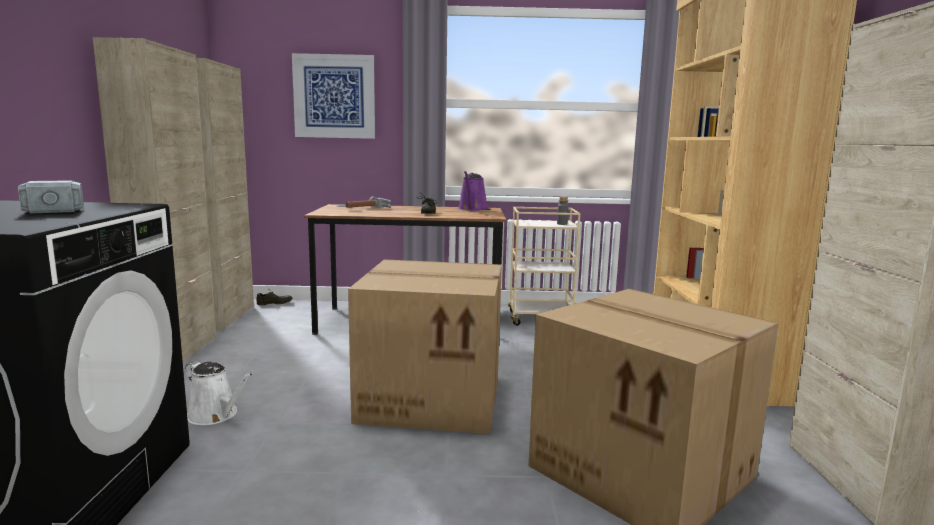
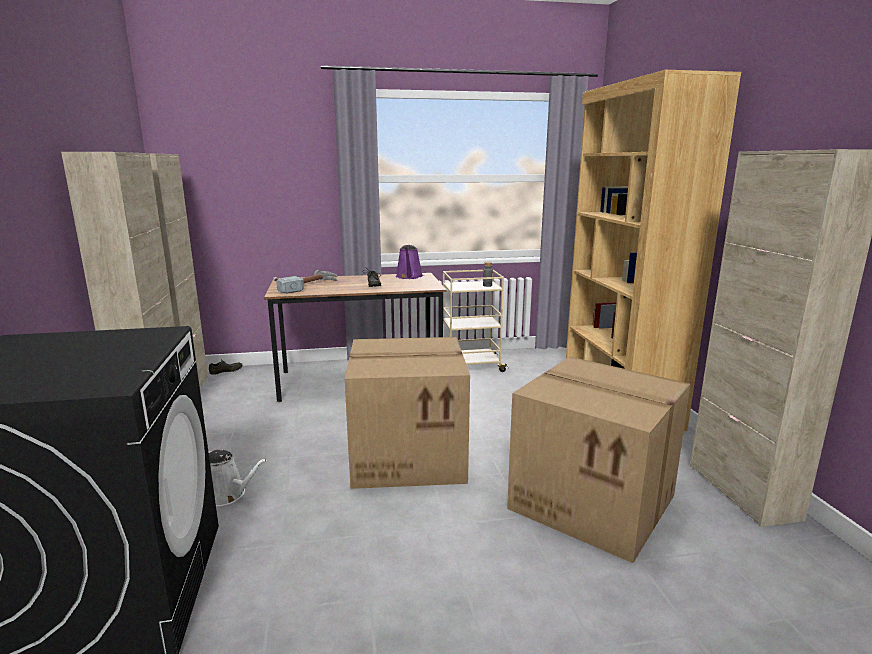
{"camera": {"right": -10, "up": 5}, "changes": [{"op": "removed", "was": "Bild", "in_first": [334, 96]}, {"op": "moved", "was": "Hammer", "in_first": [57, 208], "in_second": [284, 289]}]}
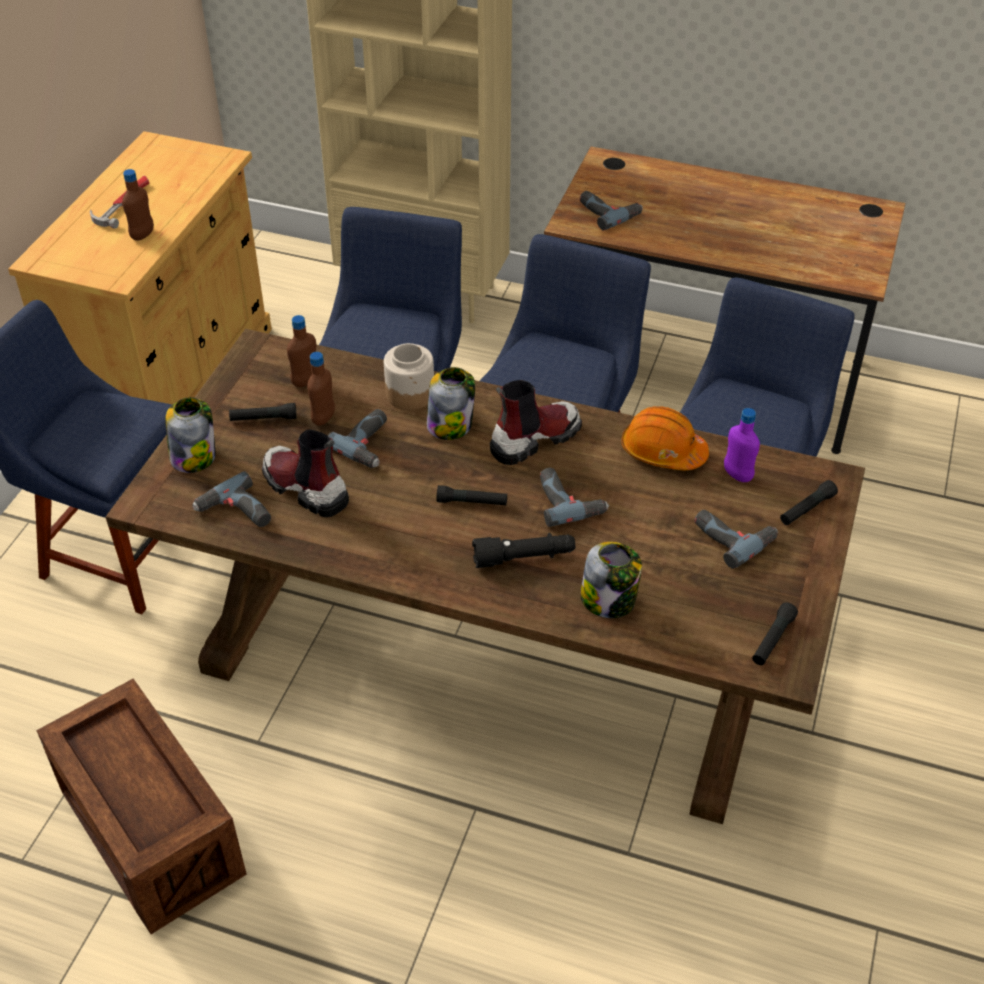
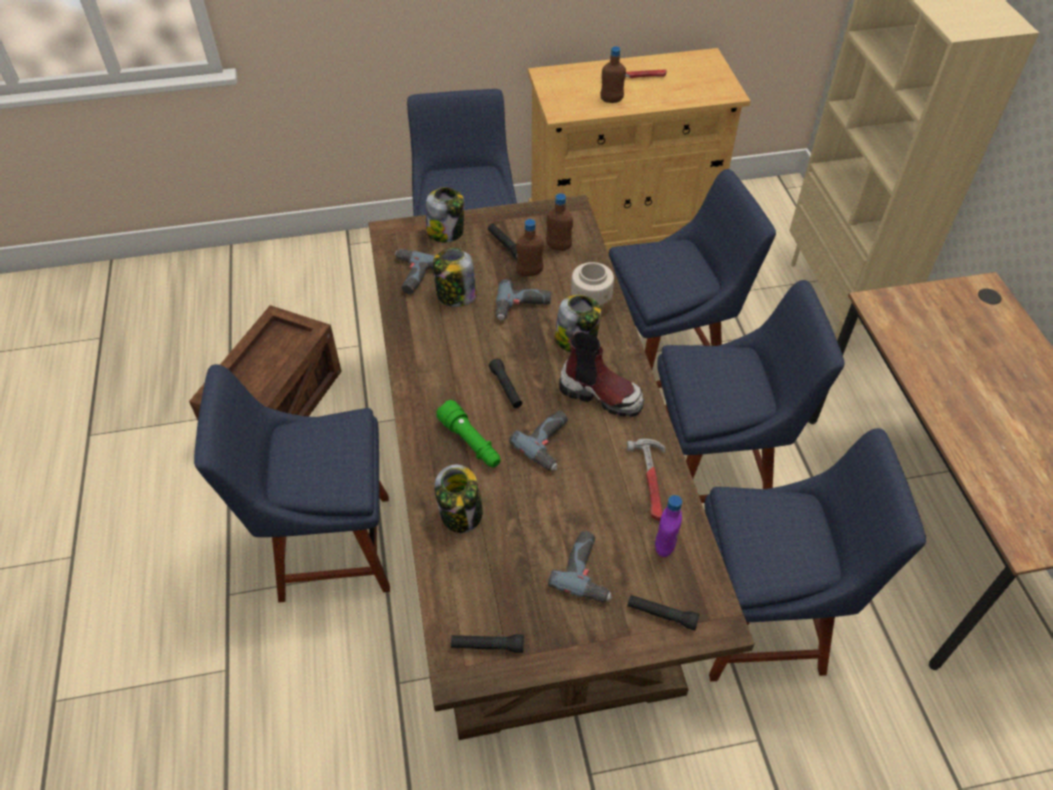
{"camera": {"right": 60, "up": 5}, "changes": [{"op": "removed", "was": "Bohrmaschine", "in_first": [608, 212]}, {"op": "added", "now": "Stuhl [blau]", "in_second": [327, 547]}, {"op": "replaced", "was": "Stiefel", "now": "Vorratsglas", "in_first": [304, 488], "in_second": [455, 296]}, {"op": "replaced", "was": "Schutzhelm [orange]", "now": "Hammer", "in_first": [662, 451], "in_second": [651, 481]}, {"op": "recoloured", "was": "Taschenlampe [schwarz]", "now": "Taschenlampe [grün]", "in_first": [524, 558], "in_second": [471, 443]}]}
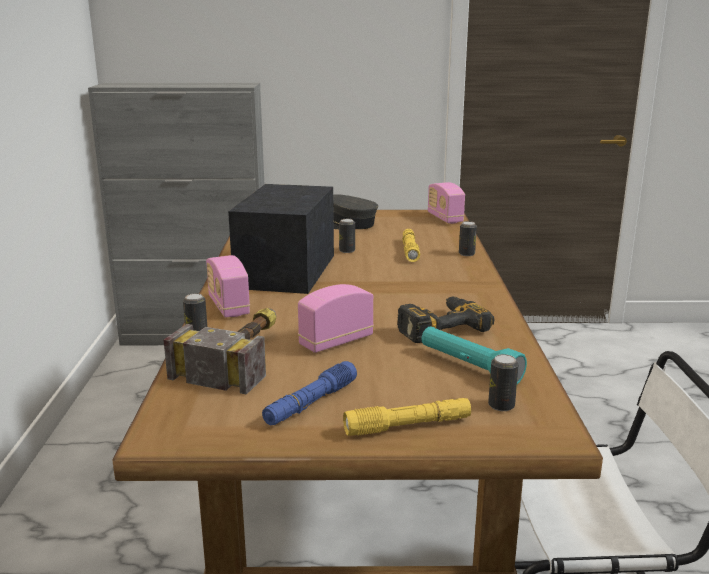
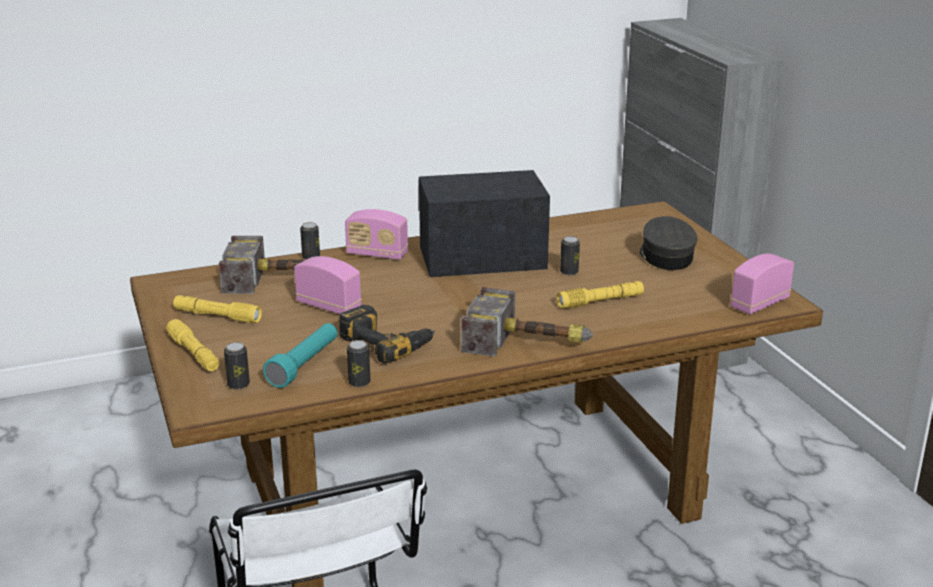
{"camera": {"right": 70, "up": 5}, "changes": [{"op": "added", "now": "Hammer", "in_second": [531, 343]}, {"op": "moved", "was": "Dose", "in_first": [466, 254], "in_second": [359, 382]}, {"op": "recoloured", "was": "Taschenlampe [blau]", "now": "Taschenlampe [gelb]", "in_first": [311, 403], "in_second": [217, 316]}, {"op": "turned", "was": "Radio", "in_first": [228, 307], "in_second": [377, 254], "clockwise": -120}]}
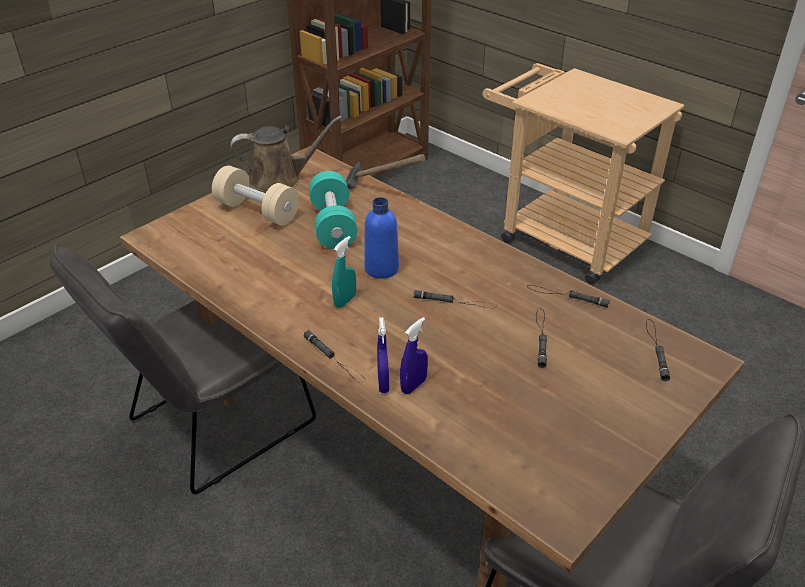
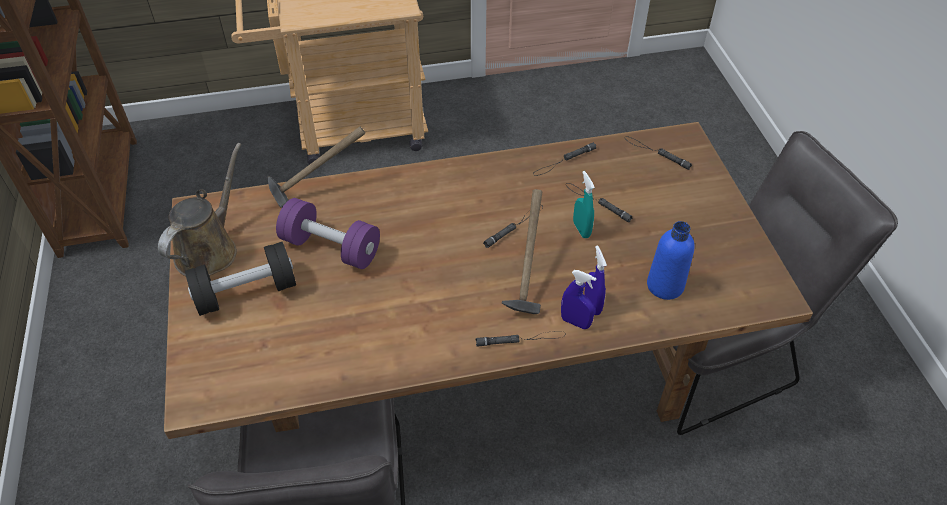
{"camera": {"right": -55, "up": 10}, "changes": [{"op": "added", "now": "Hammer", "in_second": [525, 280]}, {"op": "moved", "was": "Sprühflasche [türkis]", "in_first": [345, 301], "in_second": [581, 229]}, {"op": "moved", "was": "Flasche [blau]", "in_first": [381, 268], "in_second": [665, 285]}, {"op": "recoloured", "was": "Hantel [beige]", "now": "Hantel [schwarz]", "in_first": [257, 211], "in_second": [246, 292]}, {"op": "recoloured", "was": "Hantel [türkis]", "now": "Hantel [lila]", "in_first": [333, 225], "in_second": [331, 248]}]}
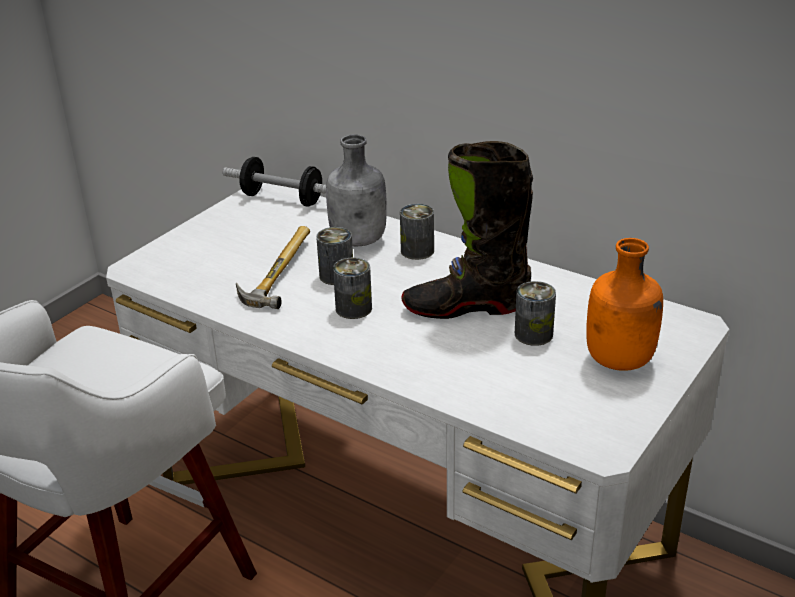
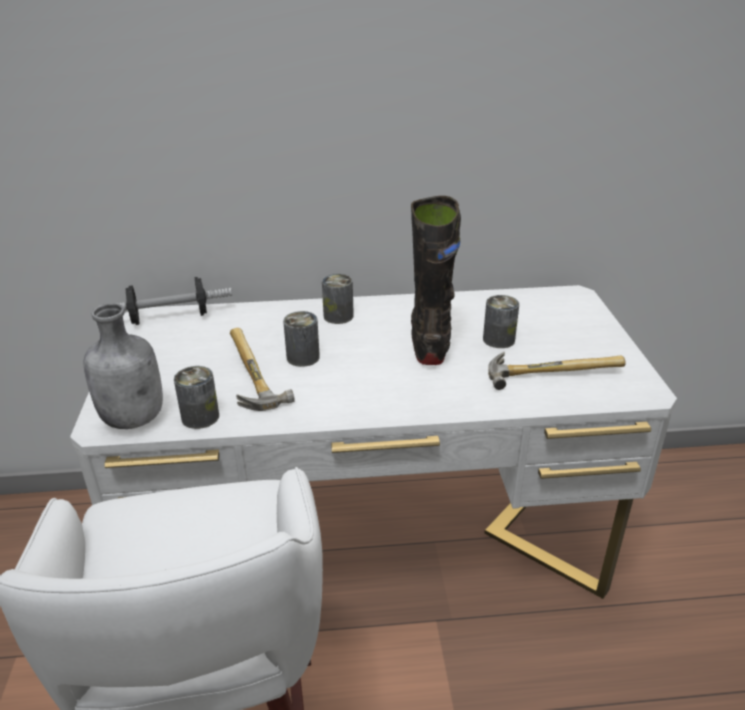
{"camera": {"right": -40, "up": 0}, "changes": [{"op": "removed", "was": "Flasche [orange]", "in_first": [620, 361]}, {"op": "added", "now": "Hammer", "in_second": [551, 370]}, {"op": "moved", "was": "Flasche [grau]", "in_first": [360, 240], "in_second": [135, 418]}, {"op": "moved", "was": "Dose", "in_first": [353, 308], "in_second": [200, 417]}, {"op": "turned", "was": "Stiefel [schwarz]", "in_first": [466, 307], "in_second": [430, 340], "clockwise": 135}]}
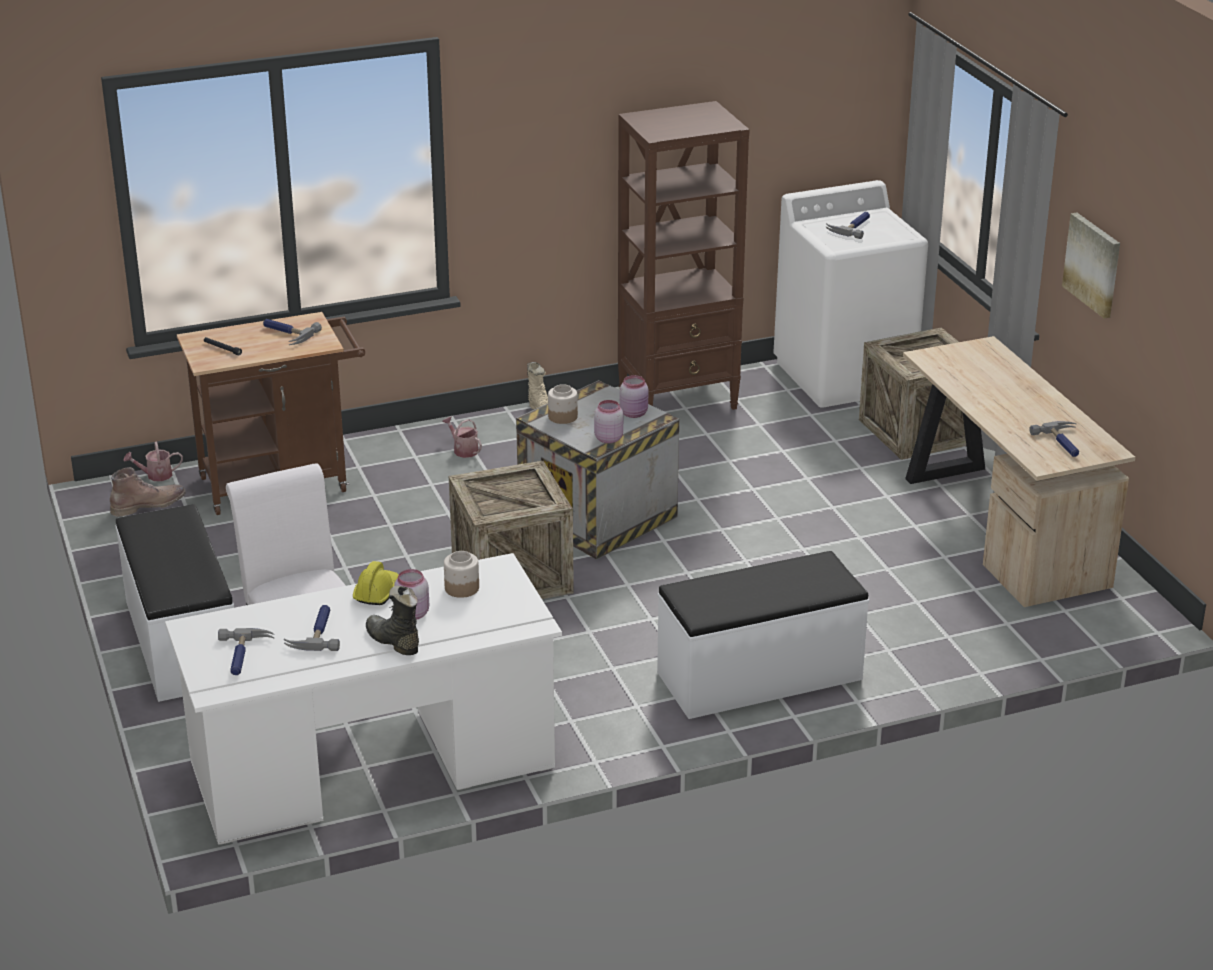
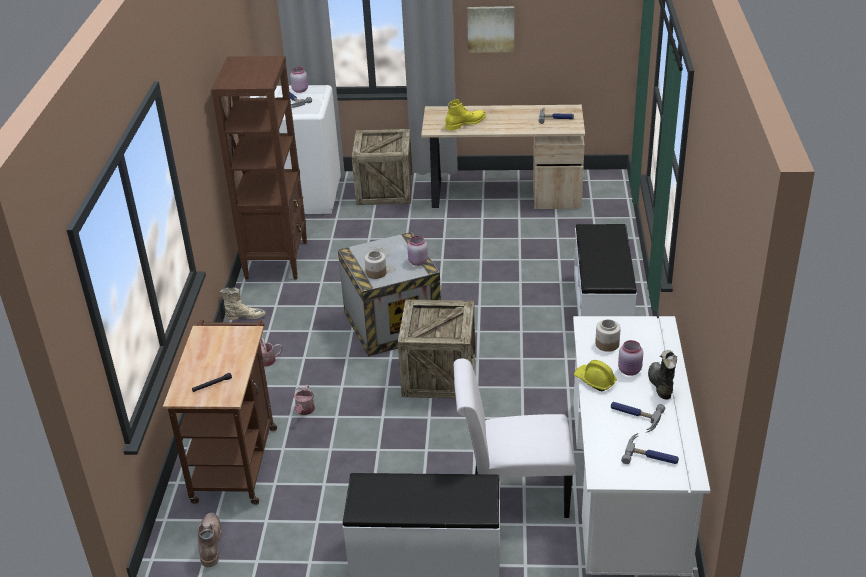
{"camera": {"right": -65, "up": 5}, "changes": [{"op": "removed", "was": "Hammer", "in_first": [286, 334]}, {"op": "added", "now": "Stiefel [gelb]", "in_second": [465, 123]}, {"op": "moved", "was": "Gießkanne", "in_first": [155, 475], "in_second": [304, 410]}, {"op": "moved", "was": "Vorratsglas [rosa]", "in_first": [634, 413], "in_second": [300, 90]}, {"op": "turned", "was": "Stiefel [schwarz]", "in_first": [392, 641], "in_second": [660, 384], "clockwise": 105}]}
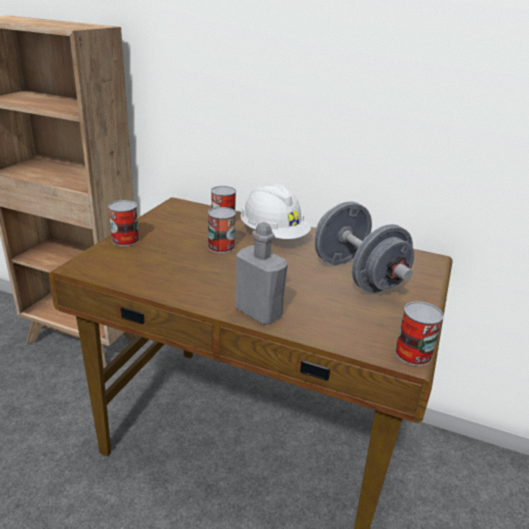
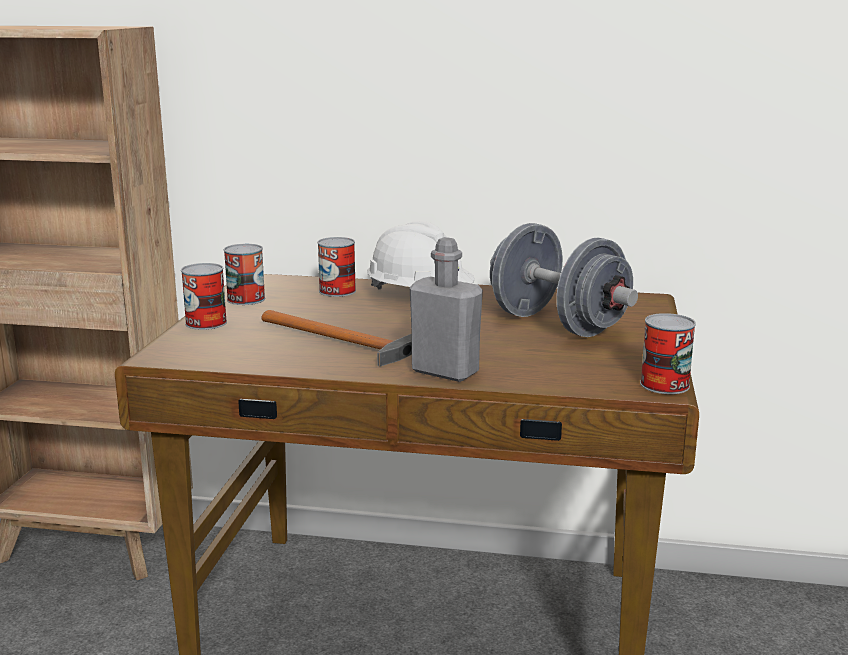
{"camera": {"right": -10, "up": -10}, "changes": [{"op": "added", "now": "Hammer", "in_second": [341, 341]}, {"op": "moved", "was": "Dose", "in_first": [221, 246], "in_second": [246, 299]}]}
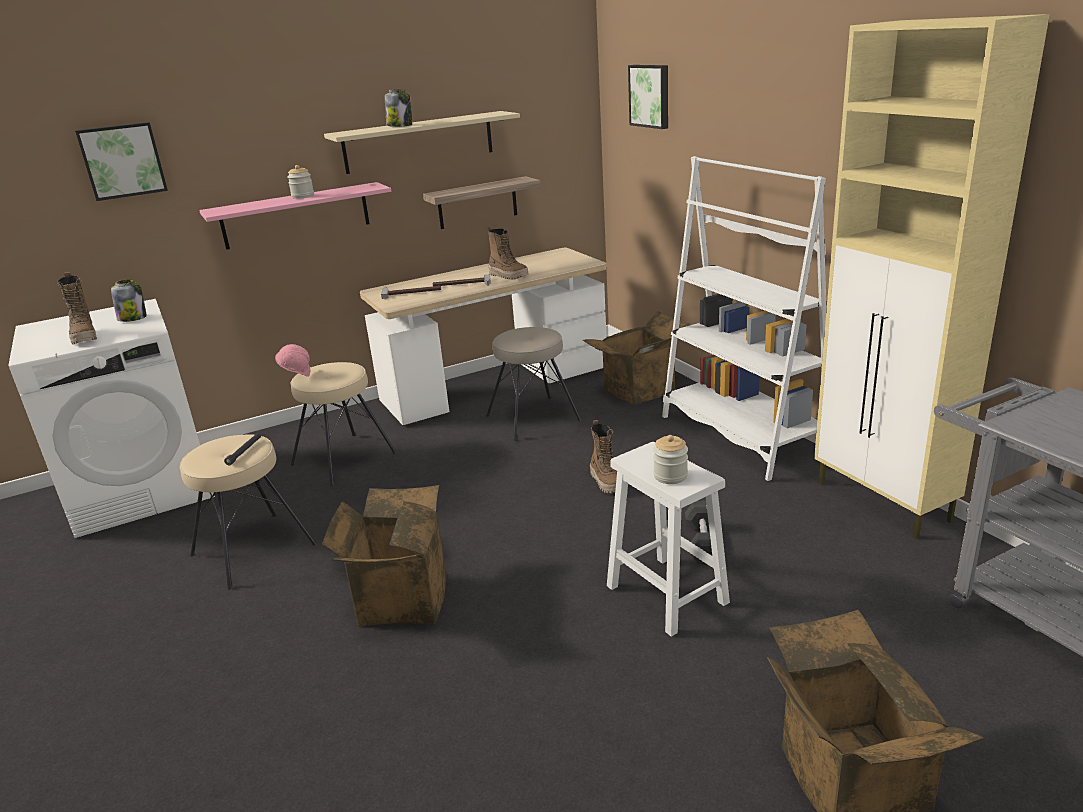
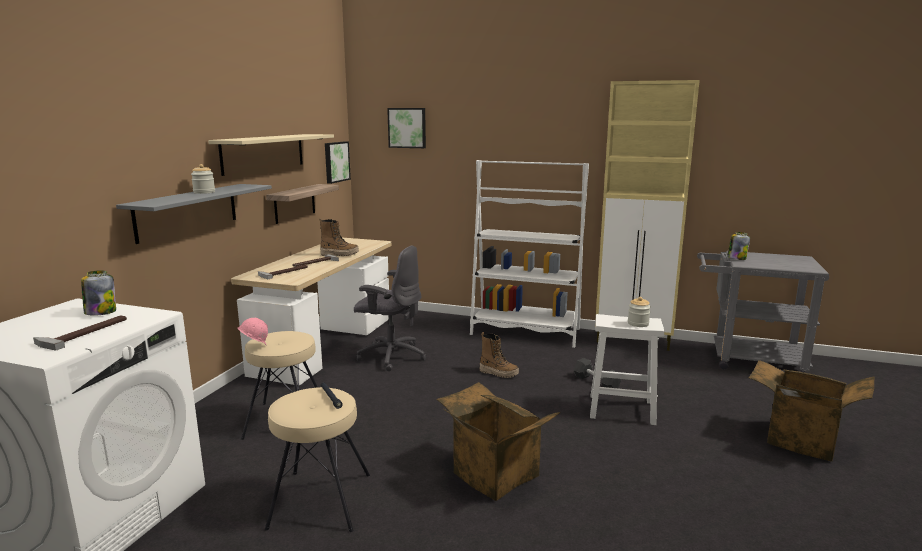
{"camera": {"right": -45, "up": -10}, "changes": [{"op": "removed", "was": "Karton", "in_first": [640, 391]}, {"op": "moved", "was": "Bild", "in_first": [122, 161], "in_second": [336, 162]}, {"op": "moved", "was": "Vorratsglas", "in_first": [400, 126], "in_second": [736, 258]}, {"op": "replaced", "was": "Stiefel", "now": "Hammer", "in_first": [85, 337], "in_second": [84, 333]}, {"op": "replaced", "was": "Hocker [beige]", "now": "Bürostuhl [grau]", "in_first": [533, 418], "in_second": [391, 356]}, {"op": "recoloured", "was": "Wandregal [rosa]", "now": "Wandregal [grau]", "in_first": [296, 216], "in_second": [188, 211]}]}
